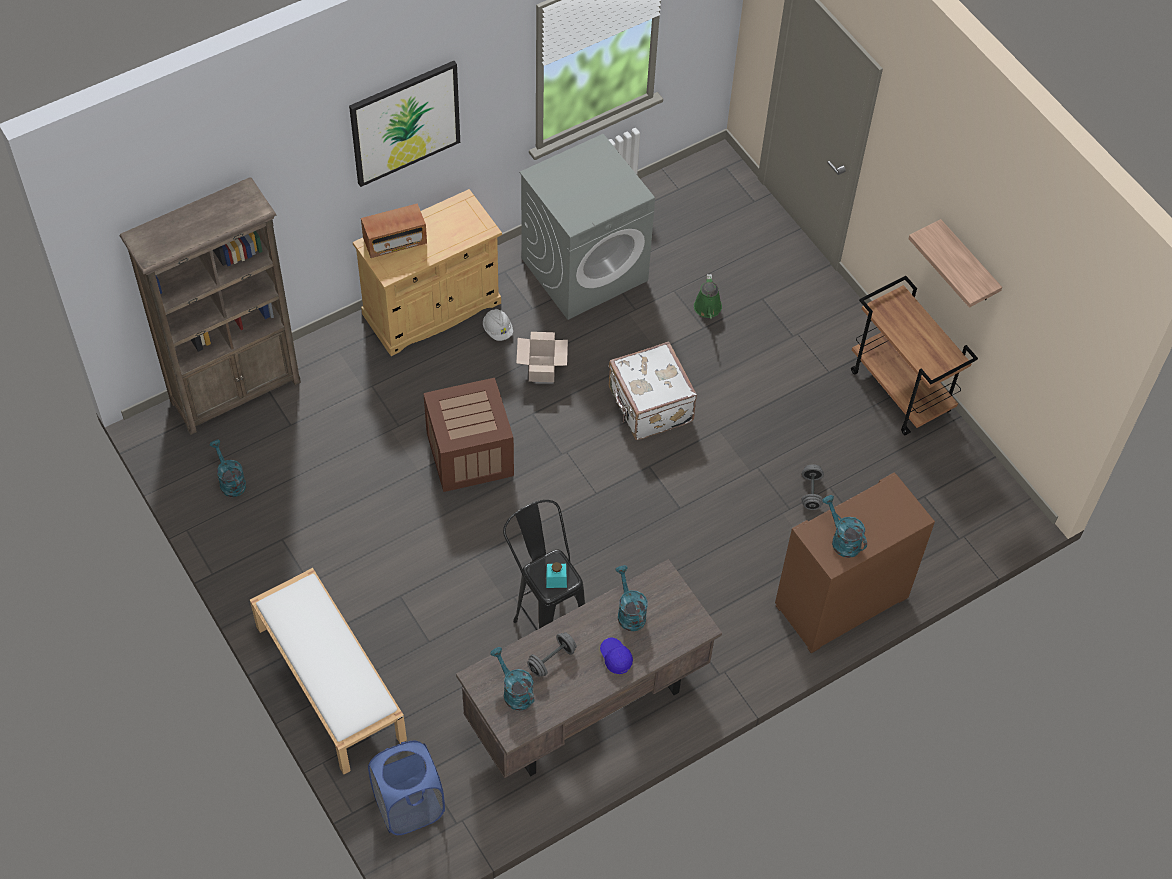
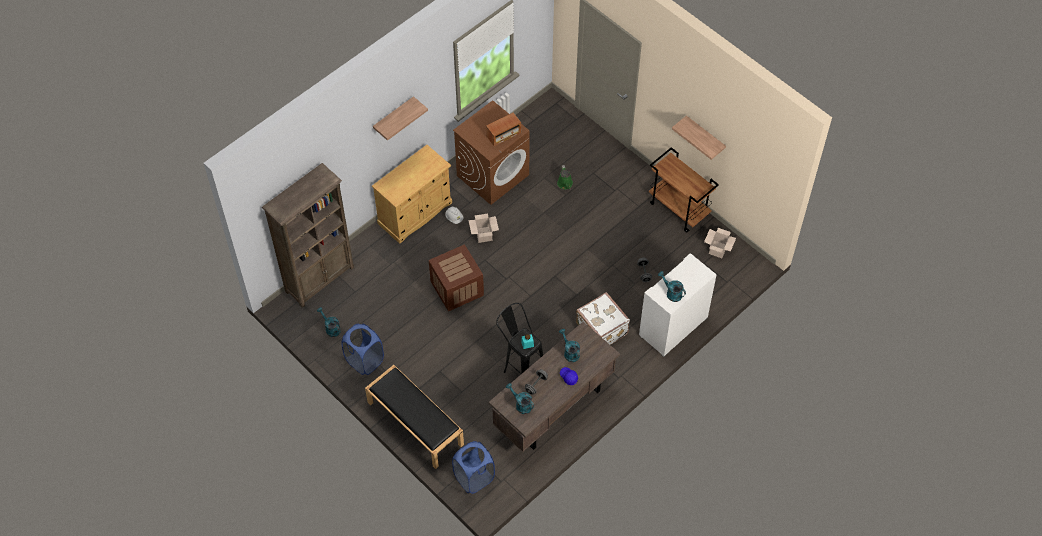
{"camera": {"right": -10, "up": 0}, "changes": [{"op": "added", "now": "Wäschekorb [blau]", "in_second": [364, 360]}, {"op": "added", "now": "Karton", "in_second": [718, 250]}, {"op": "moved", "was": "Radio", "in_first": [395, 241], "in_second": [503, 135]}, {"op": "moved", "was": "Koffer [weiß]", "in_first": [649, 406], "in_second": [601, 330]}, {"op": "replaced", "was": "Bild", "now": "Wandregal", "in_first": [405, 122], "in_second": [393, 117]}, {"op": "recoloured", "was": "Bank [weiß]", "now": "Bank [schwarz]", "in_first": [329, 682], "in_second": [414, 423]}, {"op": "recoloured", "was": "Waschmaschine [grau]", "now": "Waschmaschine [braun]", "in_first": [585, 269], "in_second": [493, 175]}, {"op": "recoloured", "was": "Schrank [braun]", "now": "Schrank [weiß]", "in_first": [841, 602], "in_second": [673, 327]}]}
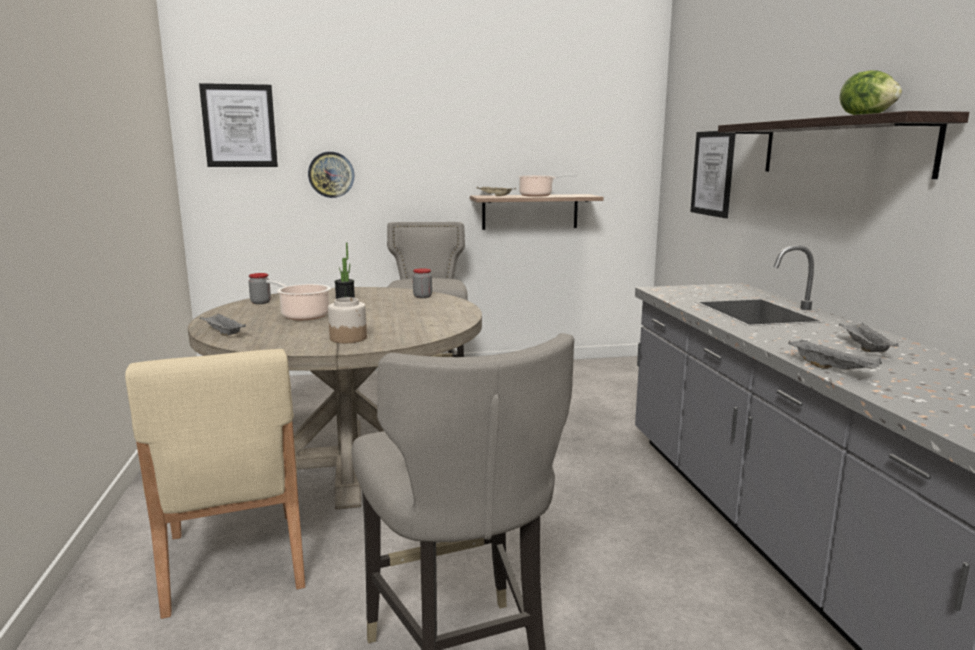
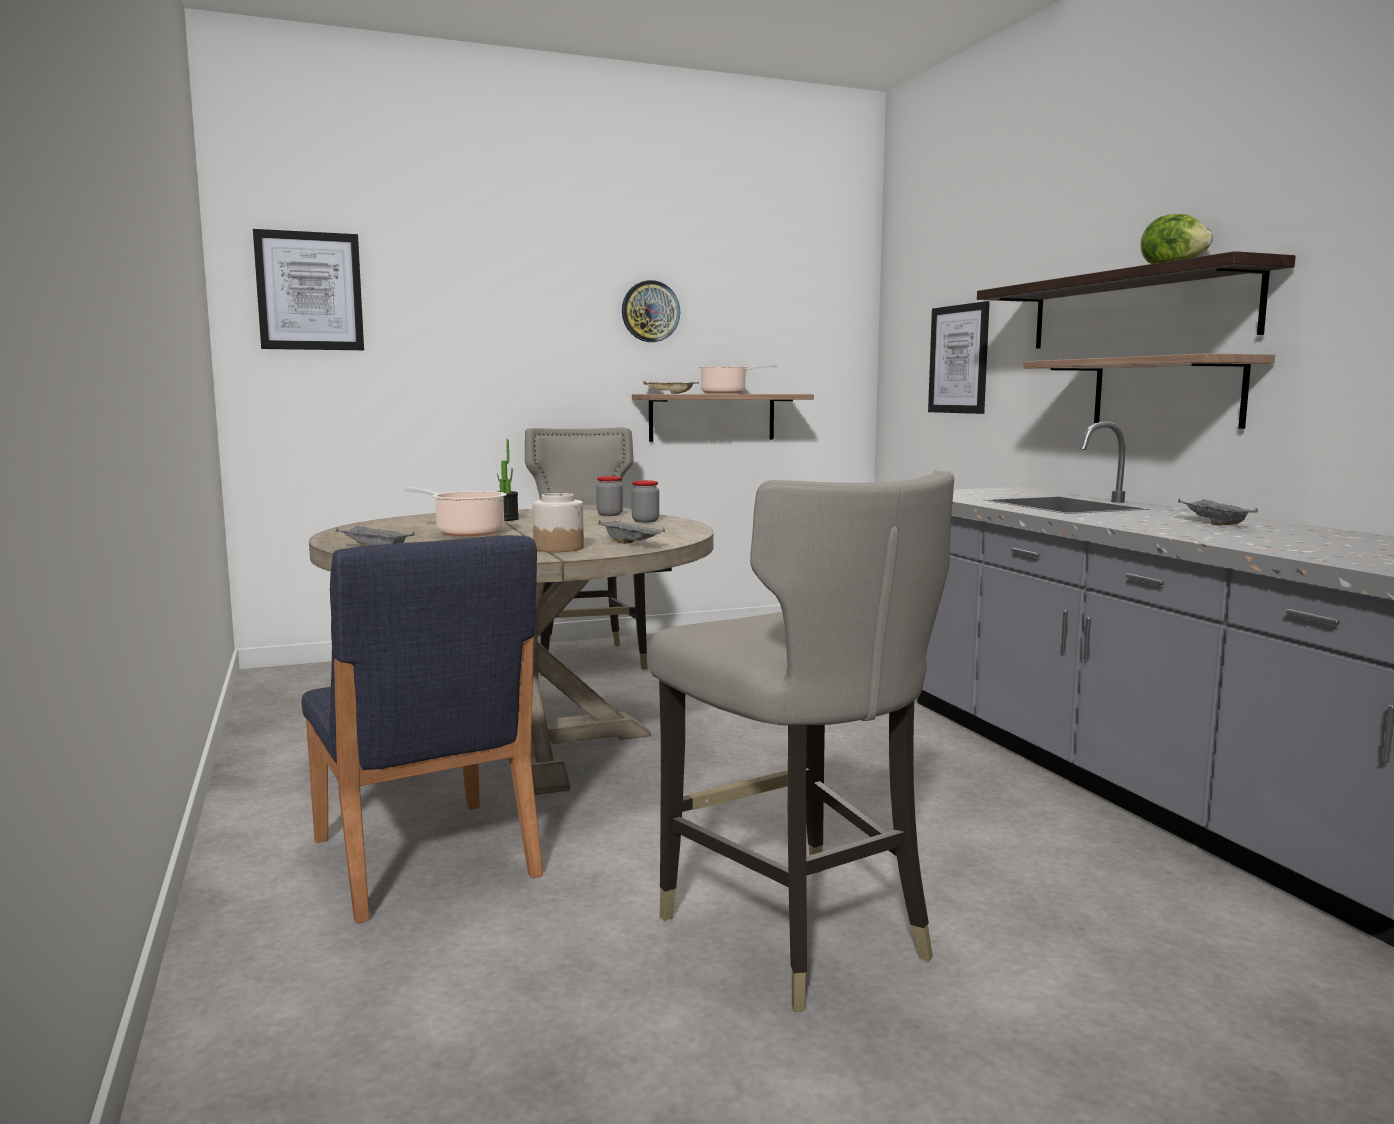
{"camera": {"right": -10, "up": -5}, "changes": [{"op": "added", "now": "Wandregal", "in_second": [1166, 392]}, {"op": "moved", "was": "Vorratsglas", "in_first": [260, 302], "in_second": [645, 521]}, {"op": "moved", "was": "Wanduhr", "in_first": [331, 174], "in_second": [650, 311]}, {"op": "moved", "was": "Tablett [grau]", "in_first": [832, 369], "in_second": [631, 544]}, {"op": "recoloured", "was": "Stuhl [beige]", "now": "Stuhl [blau]", "in_first": [233, 562], "in_second": [423, 858]}]}
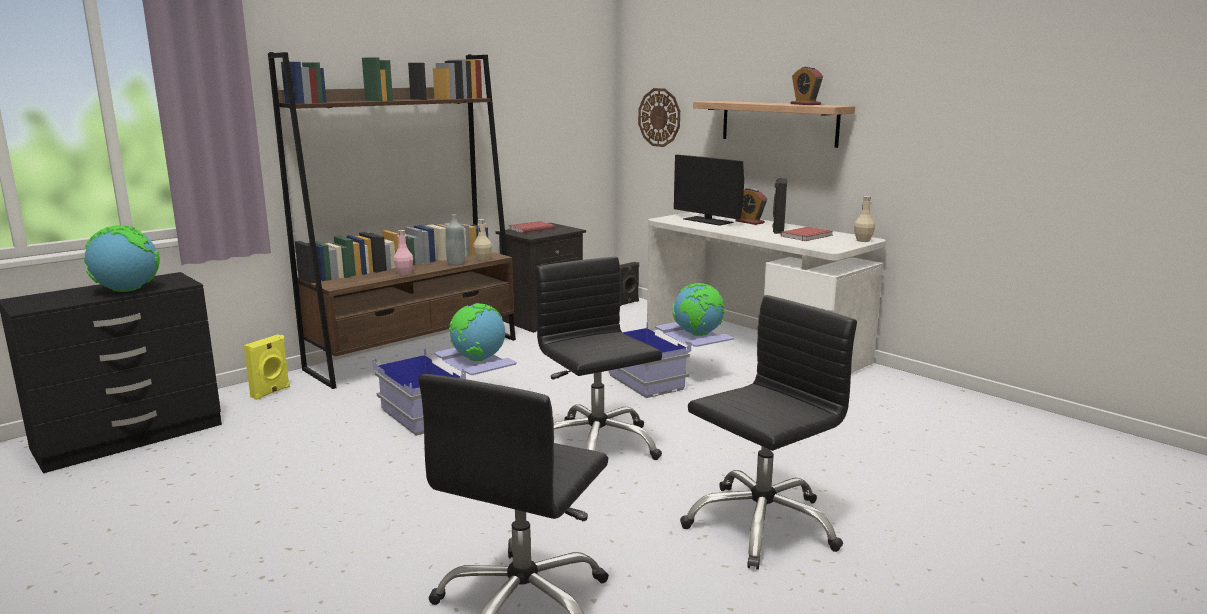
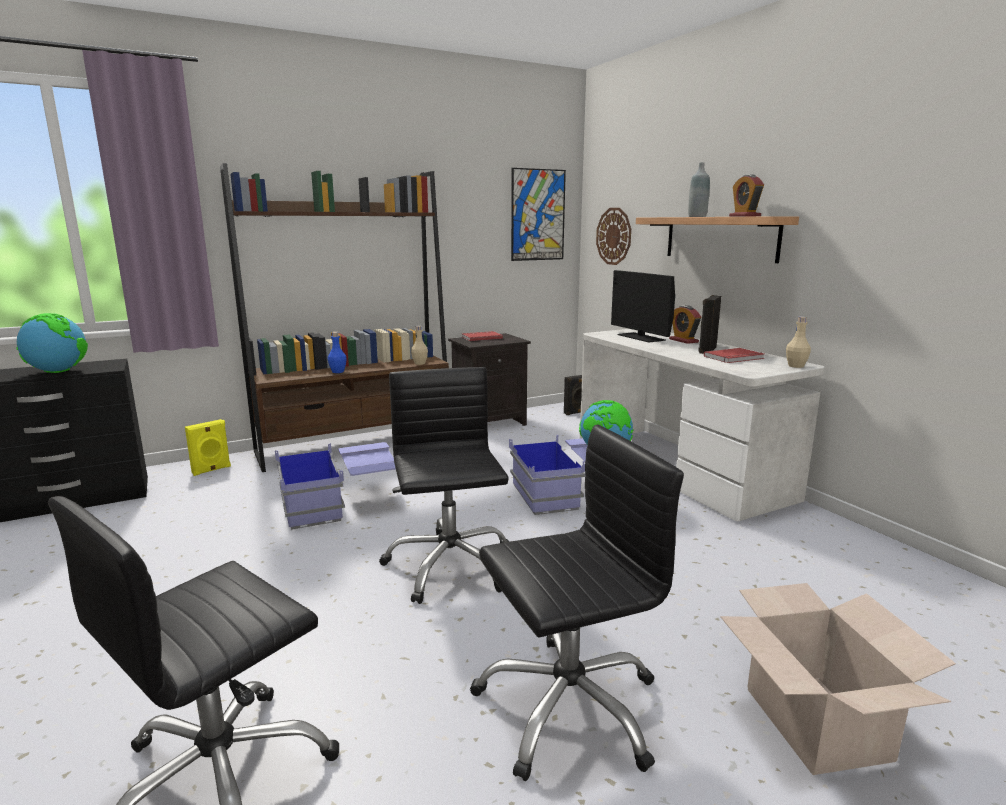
{"camera": {"right": 15, "up": 0}, "changes": [{"op": "removed", "was": "Globus", "in_first": [478, 359]}, {"op": "added", "now": "Bild", "in_second": [538, 215]}, {"op": "added", "now": "Karton", "in_second": [817, 723]}, {"op": "moved", "was": "Flasche [grau]", "in_first": [456, 263], "in_second": [697, 216]}, {"op": "recoloured", "was": "Flasche [rosa]", "now": "Flasche [blau]", "in_first": [404, 273], "in_second": [338, 372]}]}
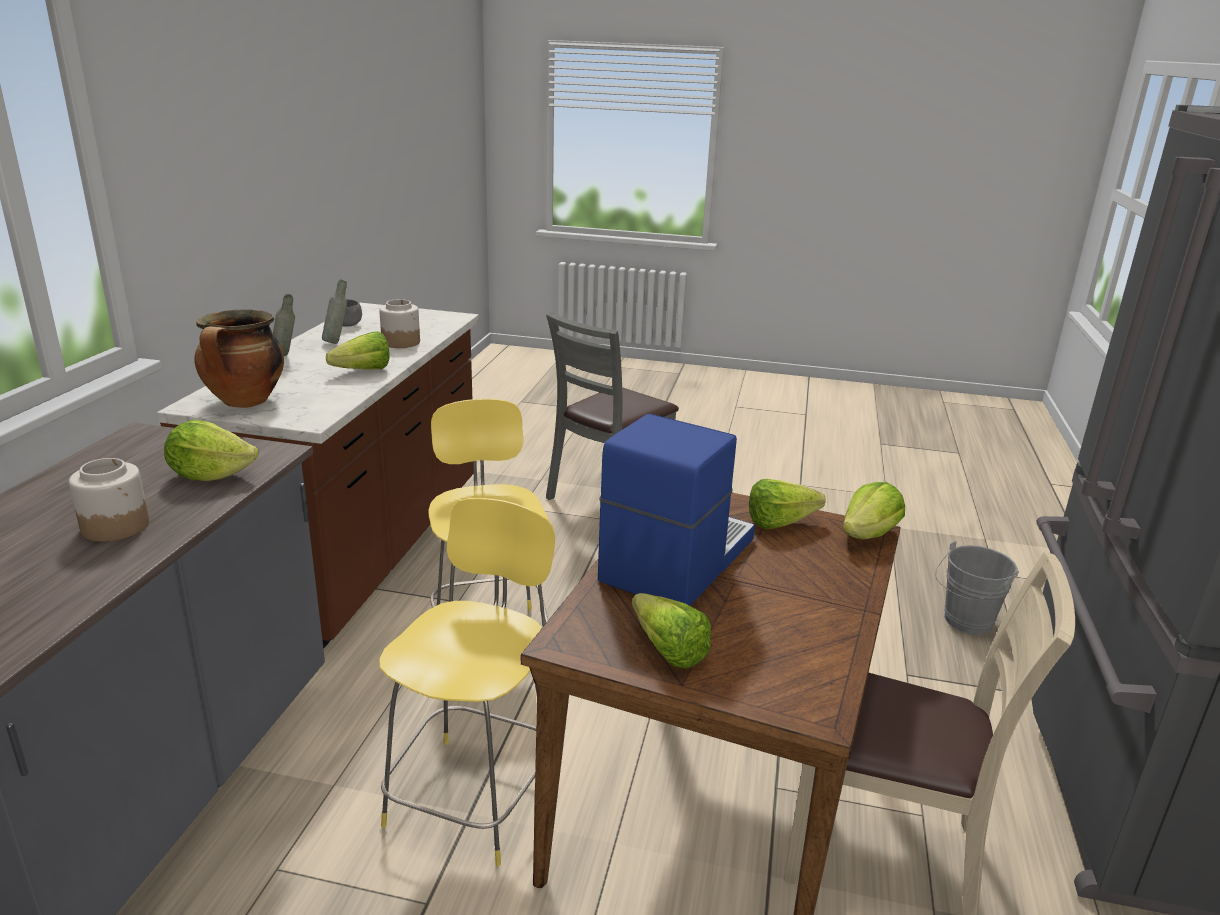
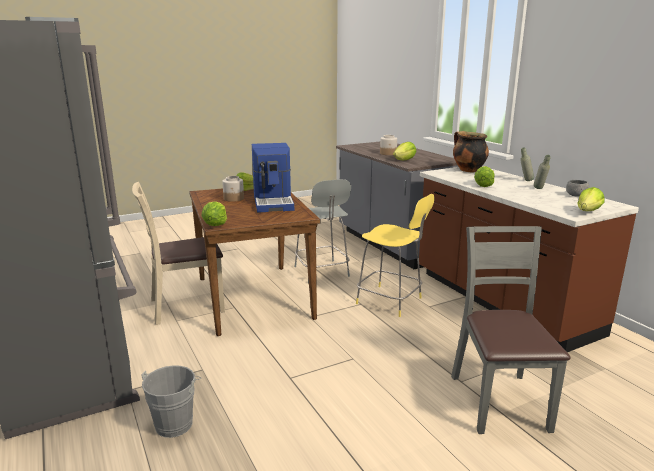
{"camera": {"right": 140, "up": -5}, "changes": [{"op": "moved", "was": "Vorratsglas", "in_first": [401, 342], "in_second": [234, 199]}, {"op": "moved", "was": "Salatkopf", "in_first": [786, 523], "in_second": [585, 213]}, {"op": "recoloured", "was": "Hocker [gelb]", "now": "Hocker [grau]", "in_first": [473, 794], "in_second": [322, 272]}]}
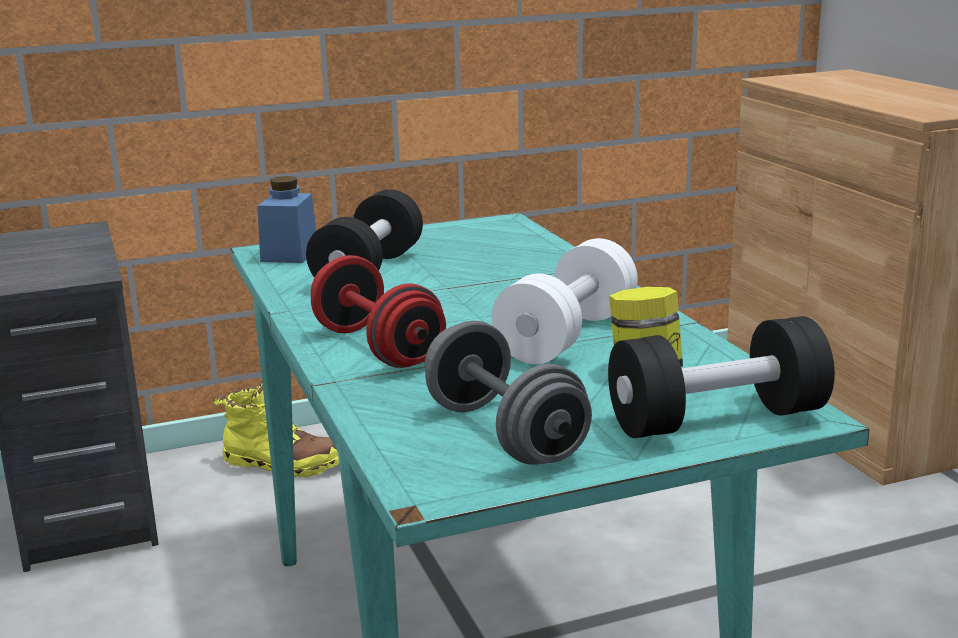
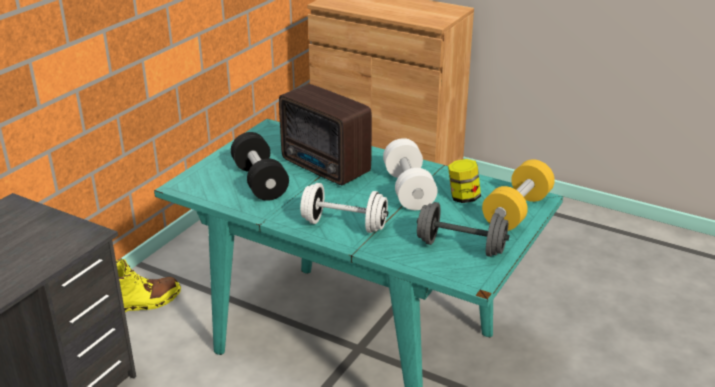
{"camera": {"right": -40, "up": 10}, "changes": [{"op": "removed", "was": "Vorratsglas [blau]", "in_first": [289, 254]}, {"op": "added", "now": "Radio", "in_second": [326, 168]}, {"op": "recoloured", "was": "Hantel [rot]", "now": "Hantel [weiß]", "in_first": [378, 347], "in_second": [344, 225]}, {"op": "recoloured", "was": "Hantel [schwarz]", "now": "Hantel [gelb]", "in_first": [716, 420], "in_second": [517, 211]}]}
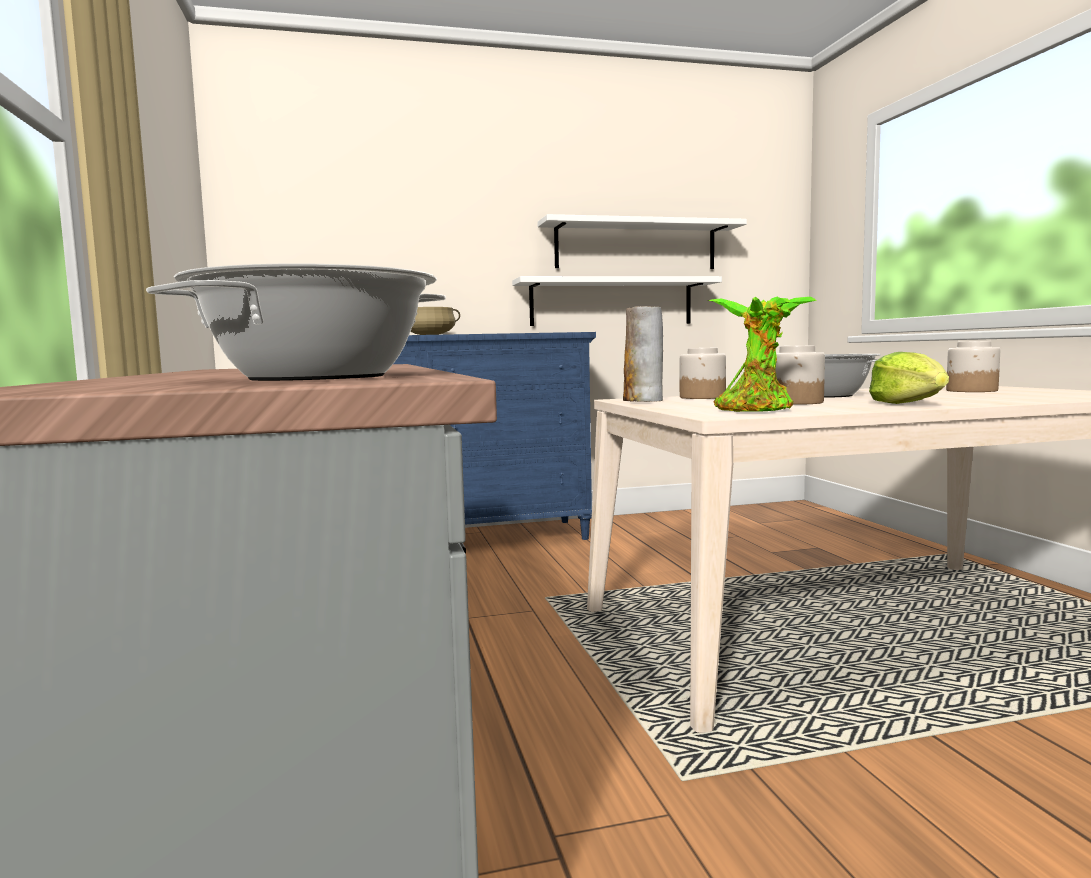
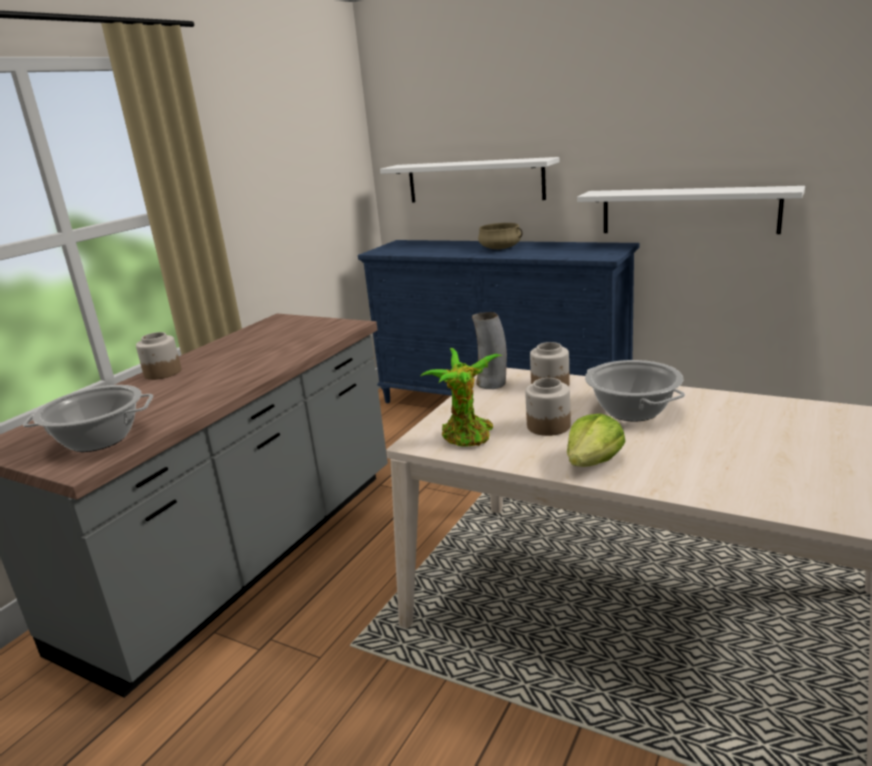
{"camera": {"right": 45, "up": 15}, "changes": [{"op": "moved", "was": "Wandregal [weiß]", "in_first": [636, 246], "in_second": [474, 181]}, {"op": "moved", "was": "Vorratsglas", "in_first": [971, 391], "in_second": [162, 373]}]}
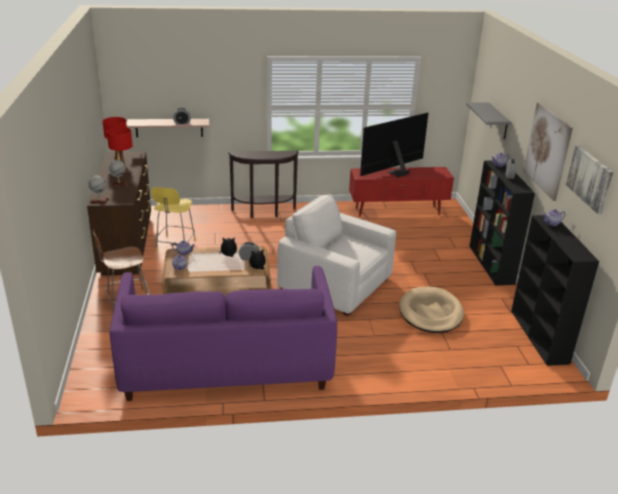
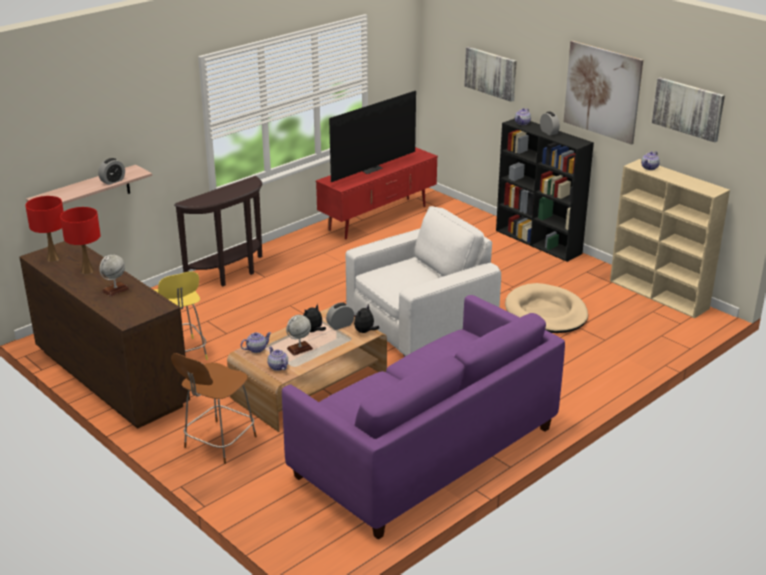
{"camera": {"right": -35, "up": 0}, "changes": [{"op": "moved", "was": "Globus", "in_first": [99, 201], "in_second": [299, 349]}, {"op": "replaced", "was": "Wandregal [grau]", "now": "Bild", "in_first": [498, 121], "in_second": [491, 73]}, {"op": "recoloured", "was": "Bücherregal [schwarz]", "now": "Bücherregal [beige]", "in_first": [539, 337], "in_second": [659, 295]}, {"op": "turned", "was": "Sessel [weiß]", "in_first": [335, 284], "in_second": [420, 323], "clockwise": 150}, {"op": "turned", "was": "Fernseher", "in_first": [395, 172], "in_second": [370, 169], "clockwise": -150}]}
